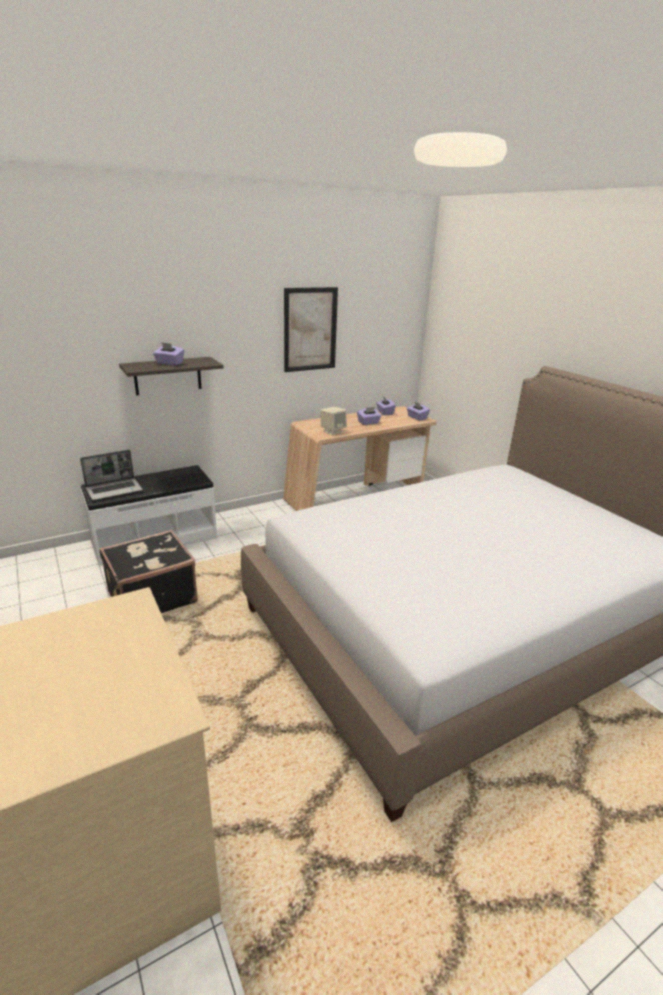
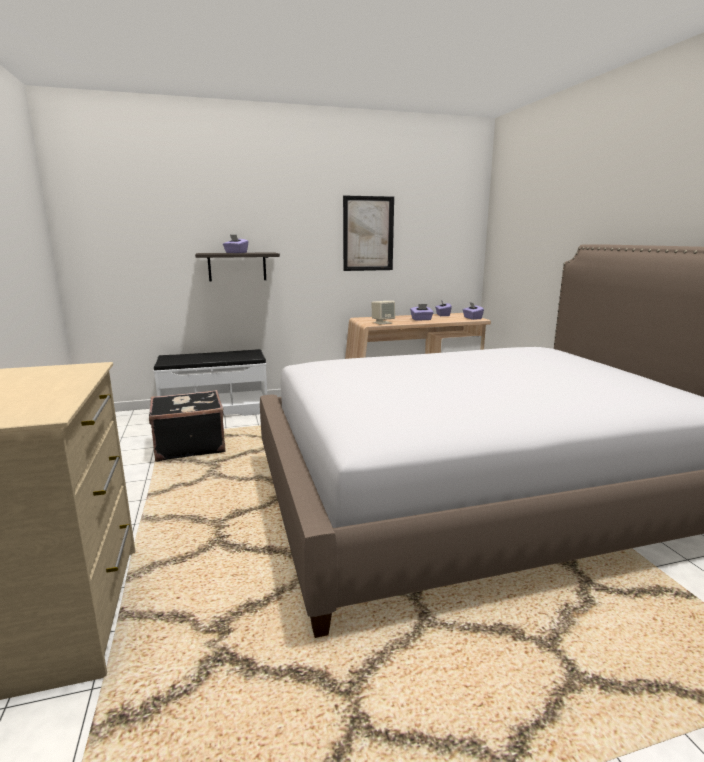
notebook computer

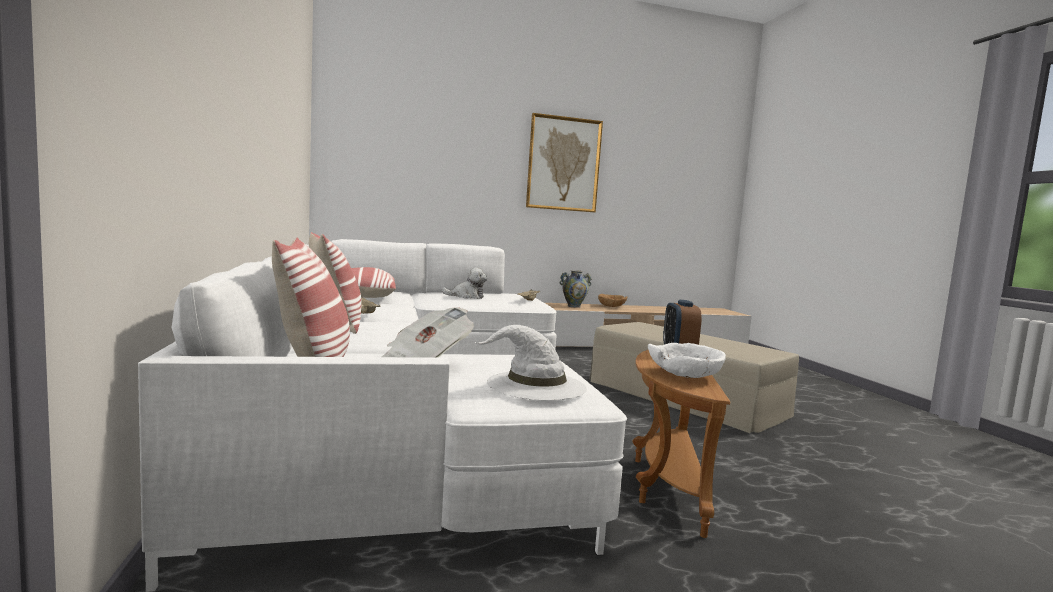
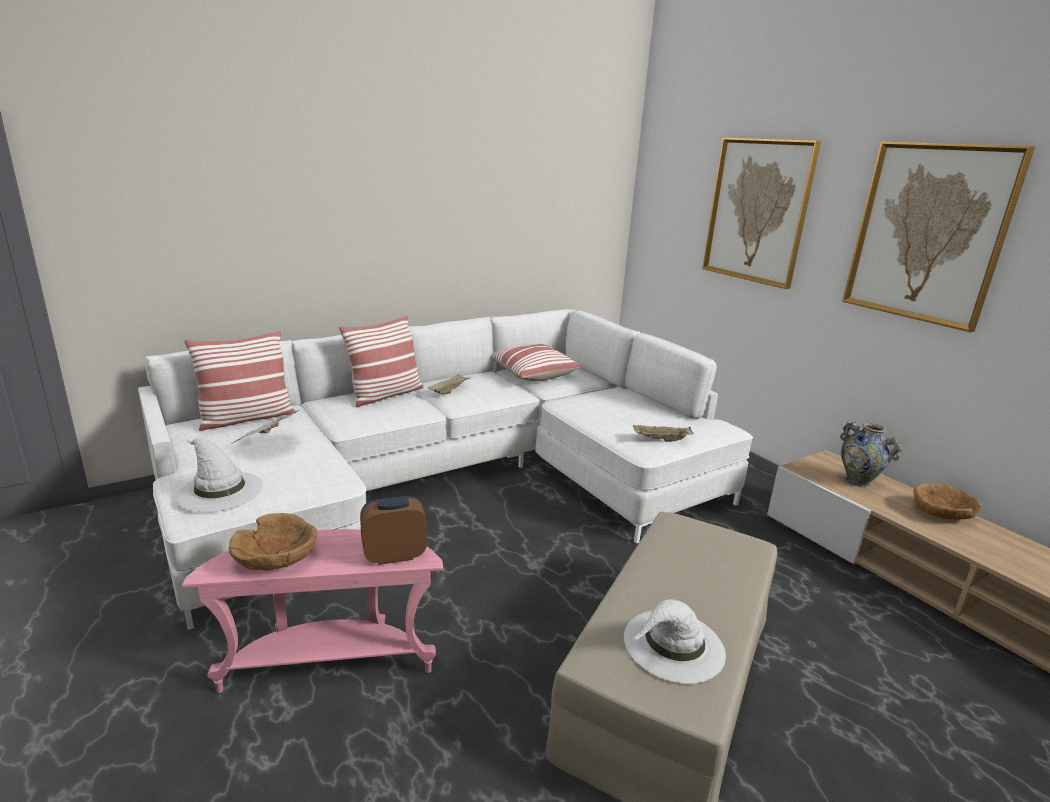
soft toy
whitish clothing hat (no. 2 from left)
wall picture (no. 1 from left)
pinkish end table
brownish serving bowl (no. 1 from left)

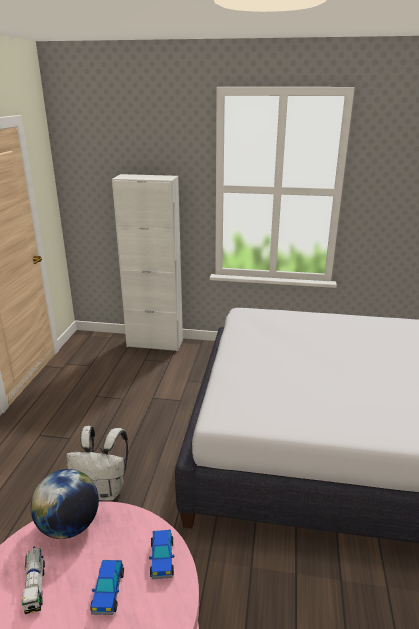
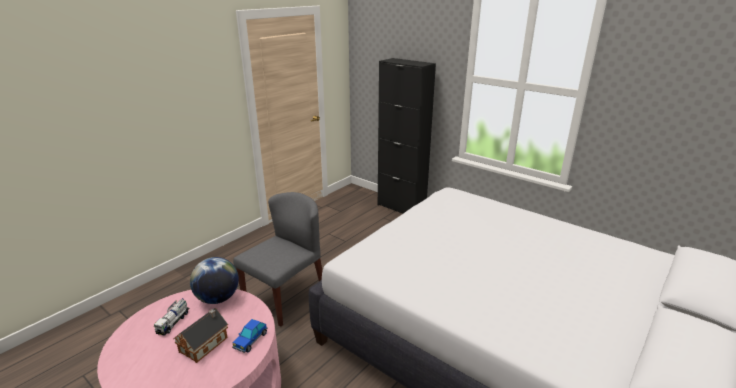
gray chair
model house
black storage cabinet

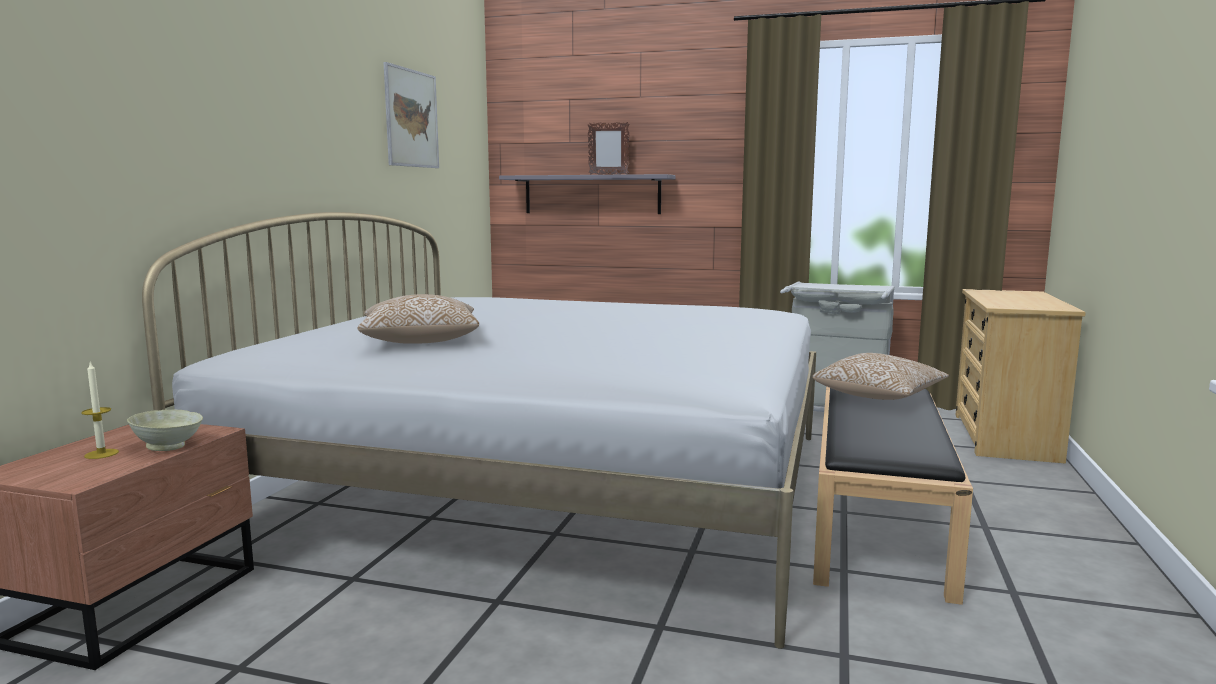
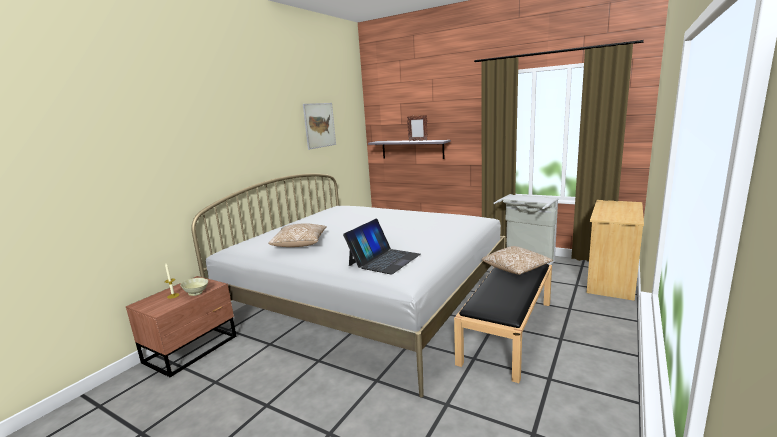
notebook computer

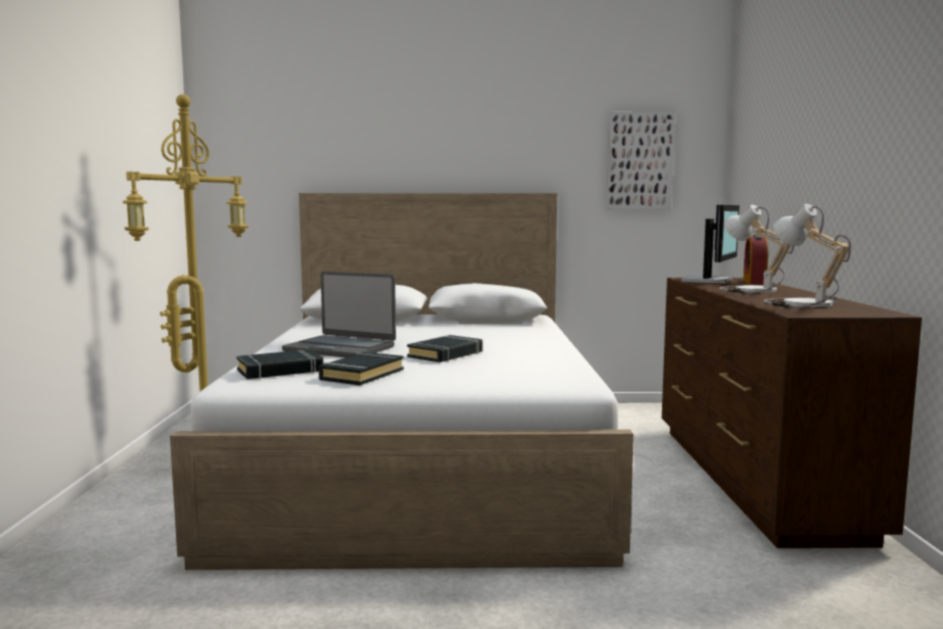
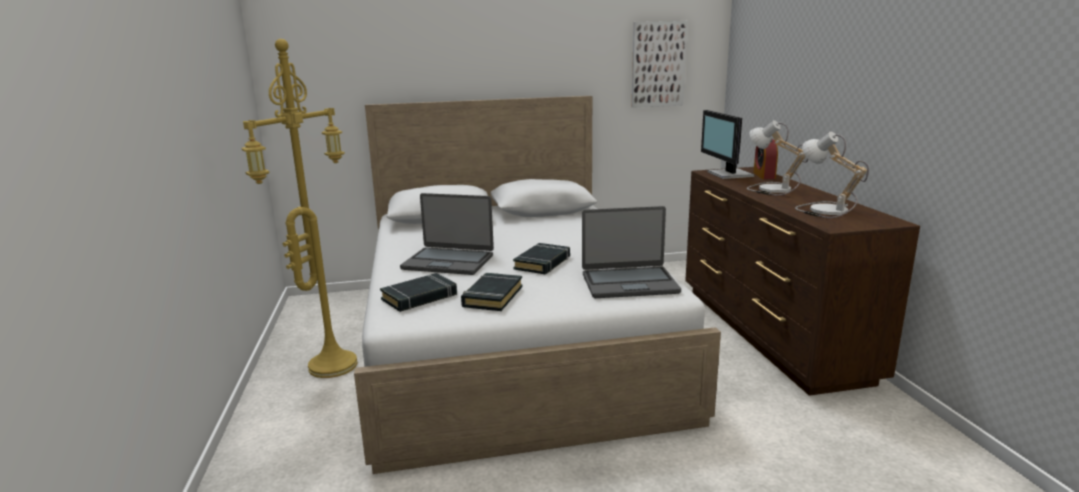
notebook computer (no. 2 from left)
computer display

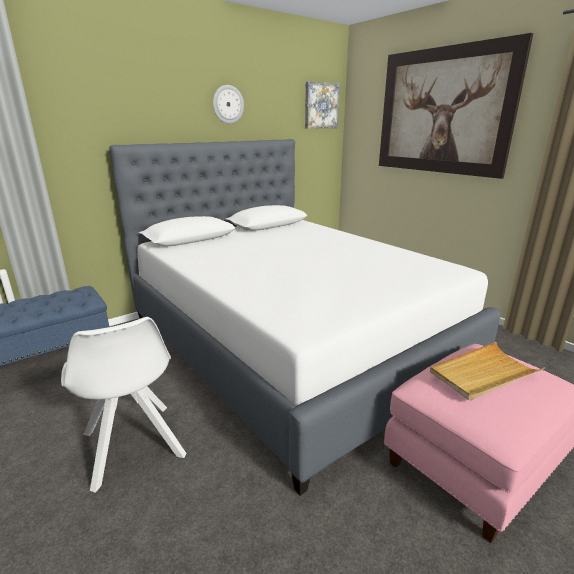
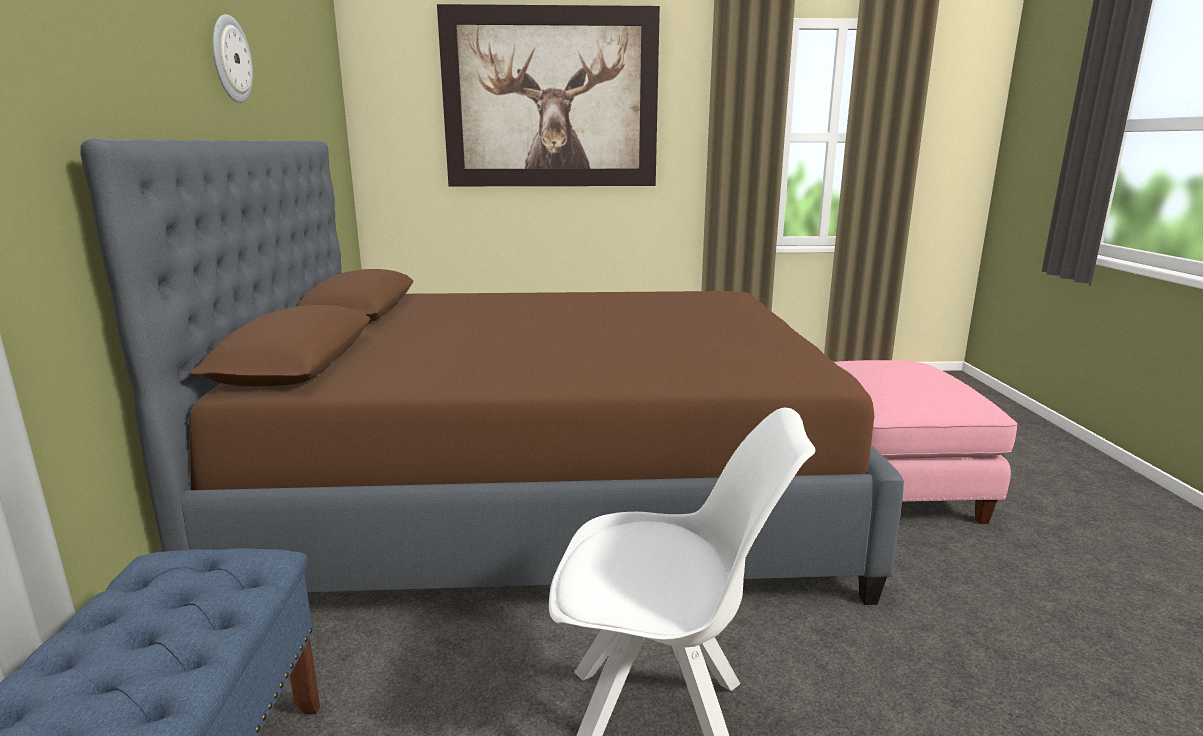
wall picture (no. 1 from left in the first image)
beige tray
brownish sleeping bed

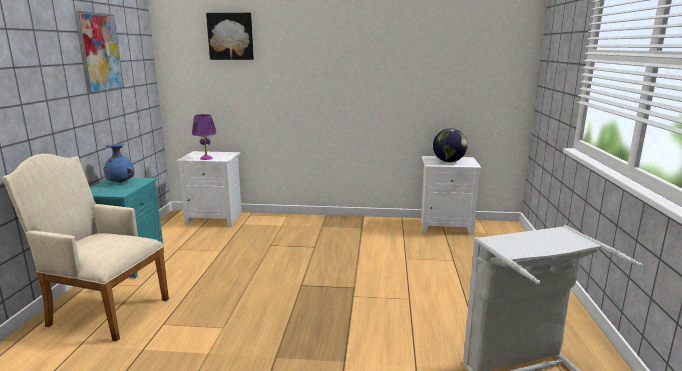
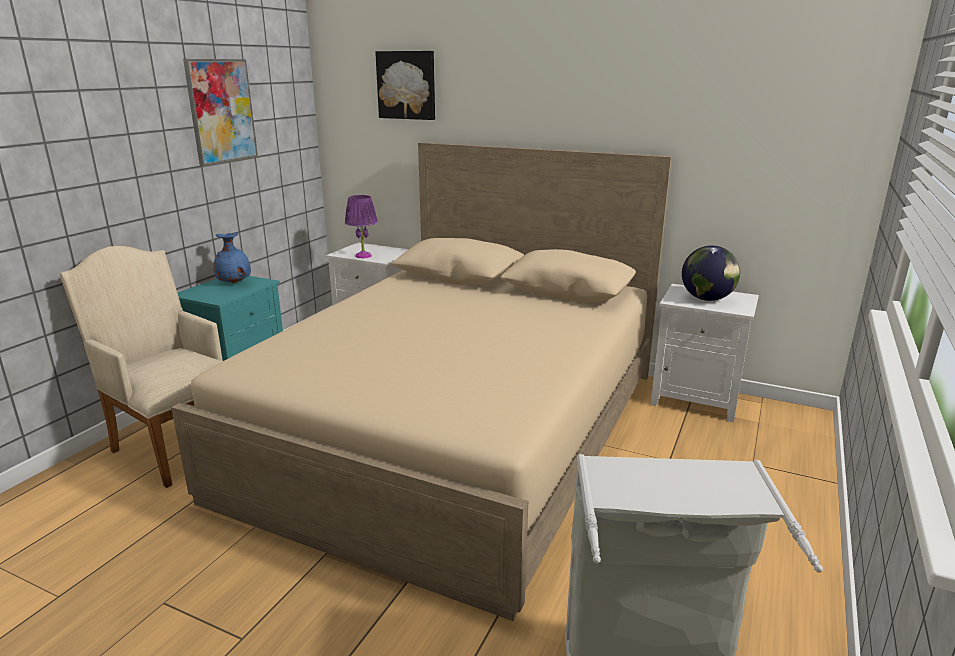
beige sleeping bed

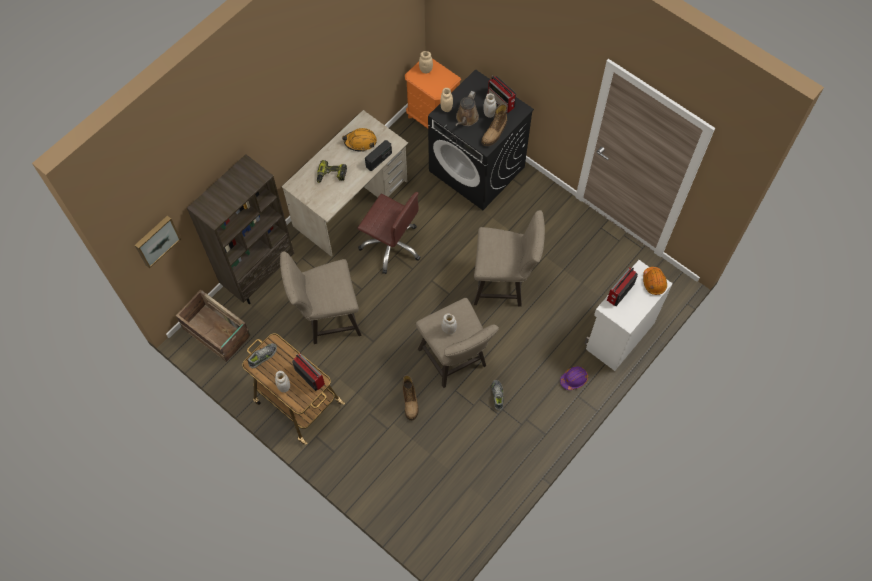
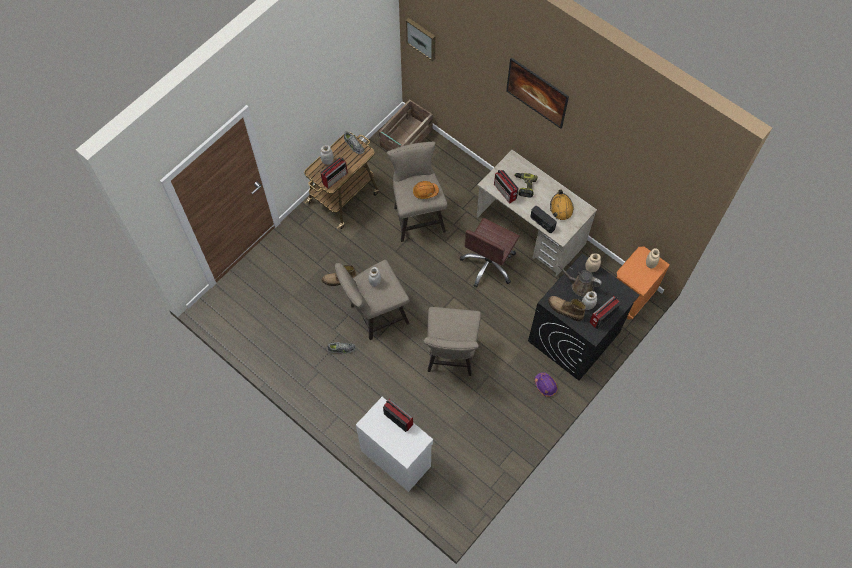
brownish bookshelf
radio (no. 3 from left)
wall picture (no. 2 from left)
purple-coloured safety helmet
orange safety helmet (no. 1 from left)

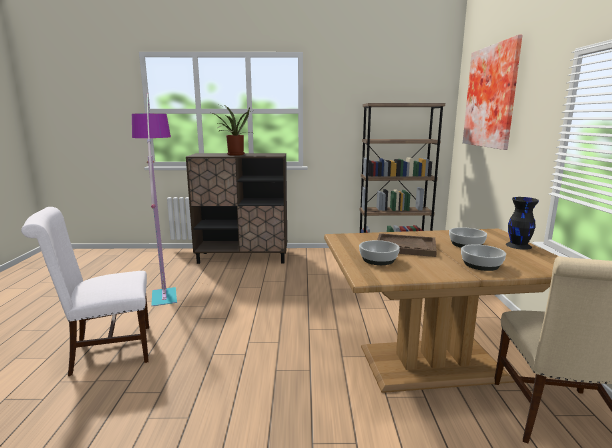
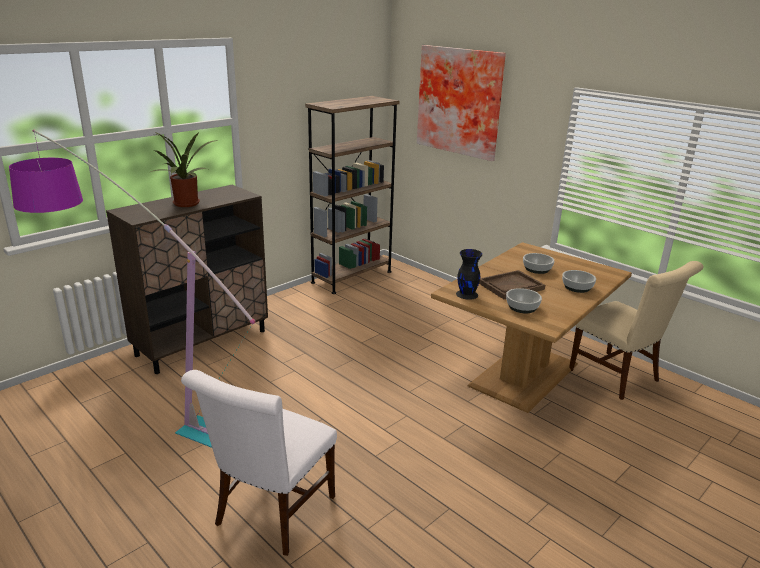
black vase

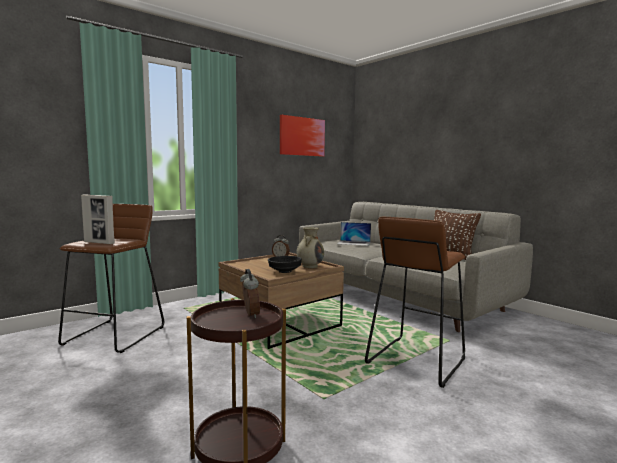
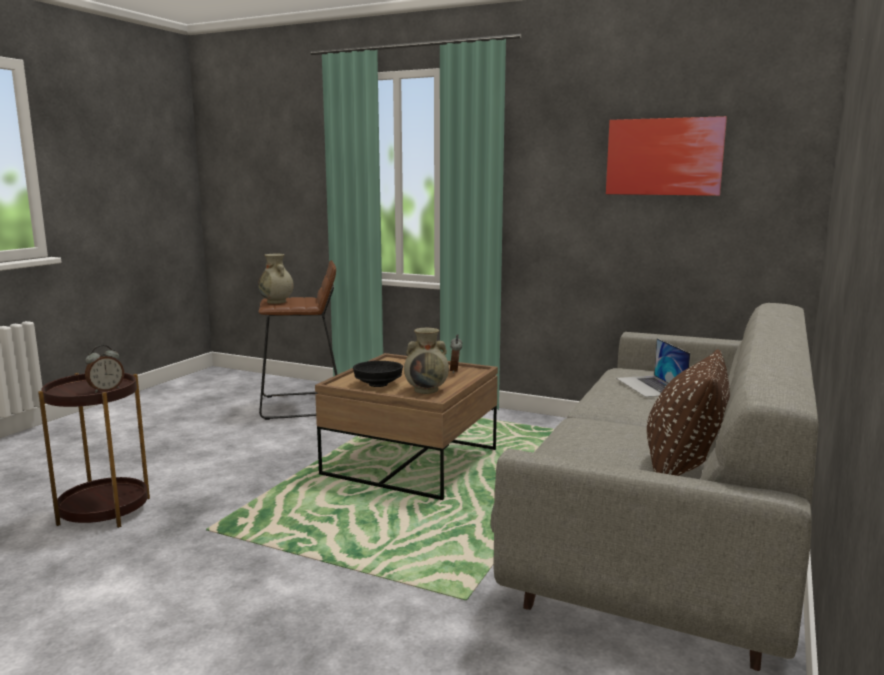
brownish stool (no. 2 from left in the first image)
beige vase (no. 1 from left)

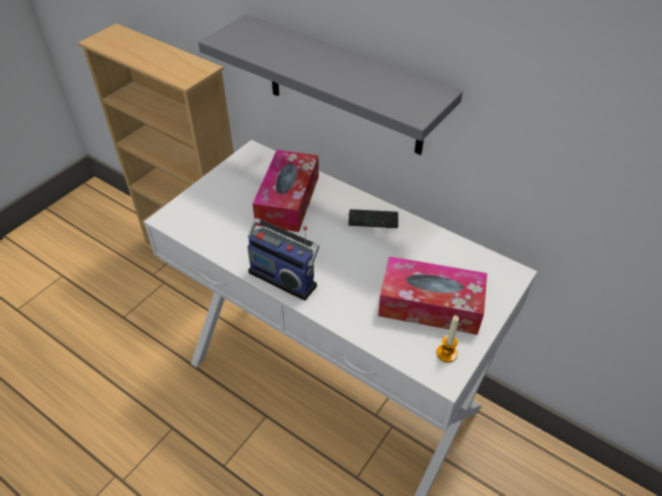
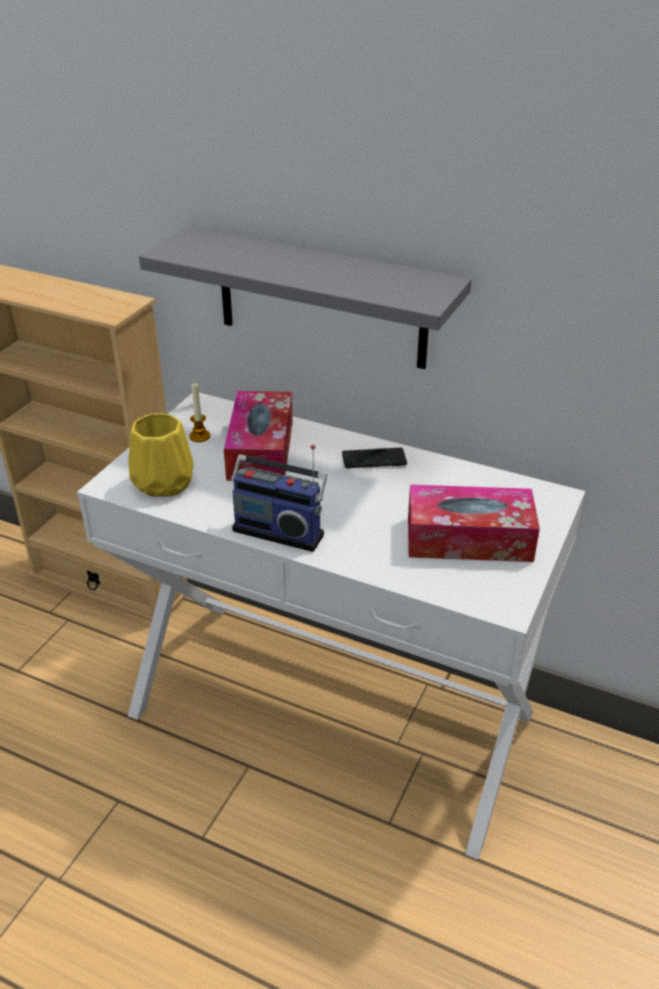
yellow-coloured vase
candle

